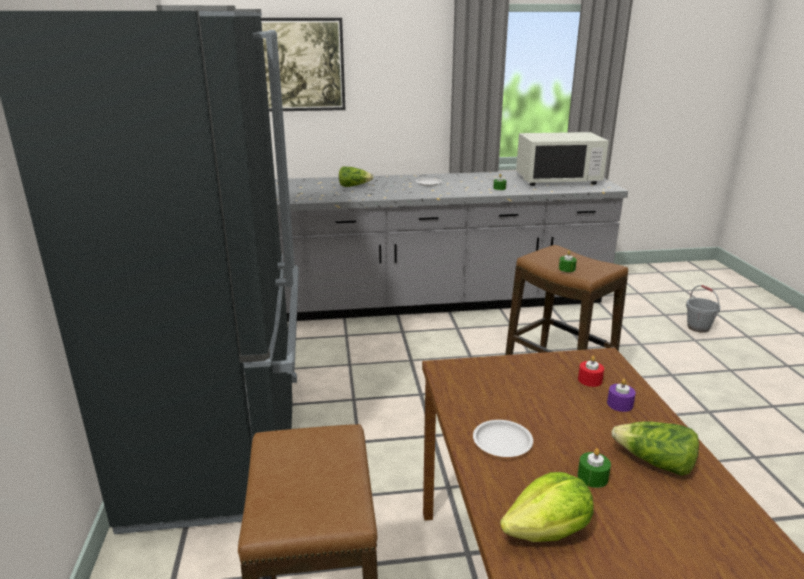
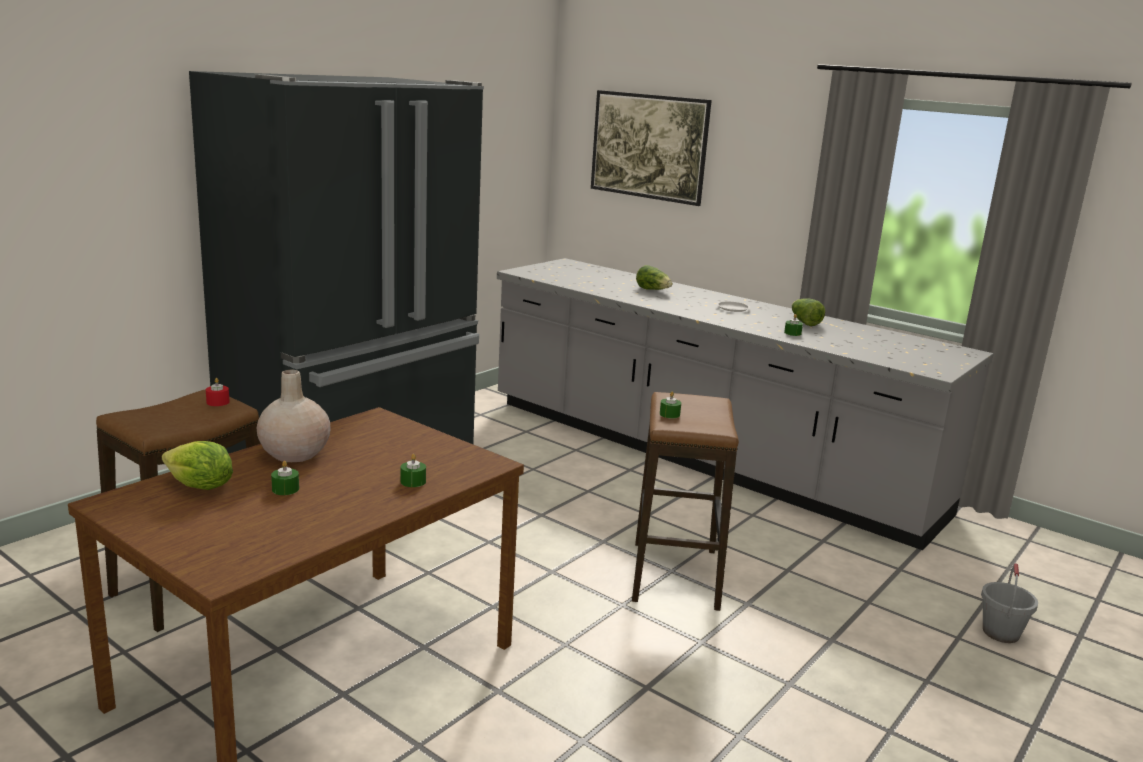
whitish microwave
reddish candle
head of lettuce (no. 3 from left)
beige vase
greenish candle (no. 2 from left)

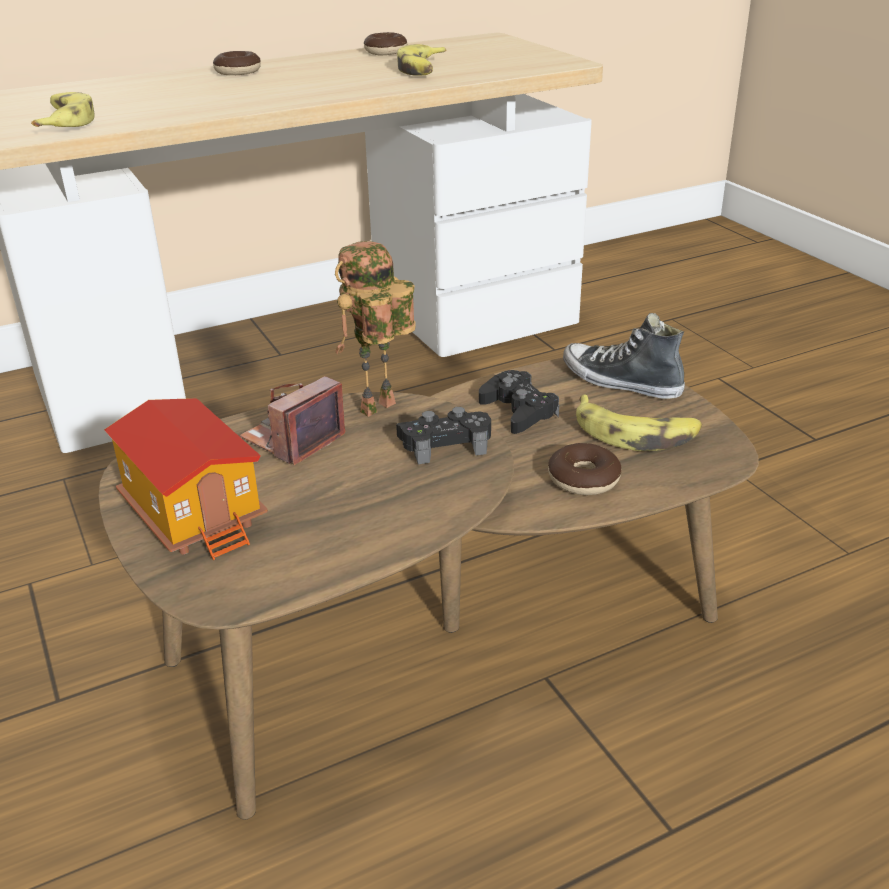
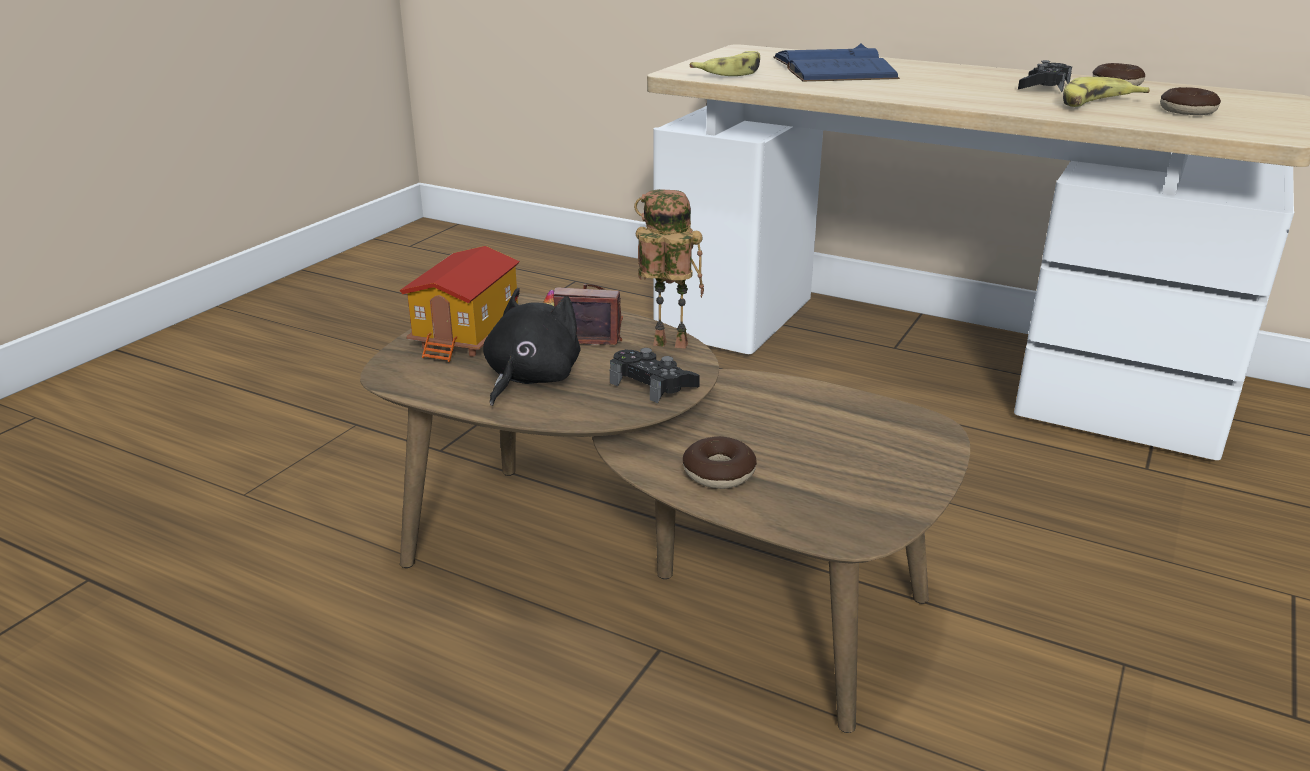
item of footwear
whole banana (no. 3 from left in the first image)
black soft toy
bluish volume
ring doughnut (no. 3 from left)
black joypad (no. 2 from left)

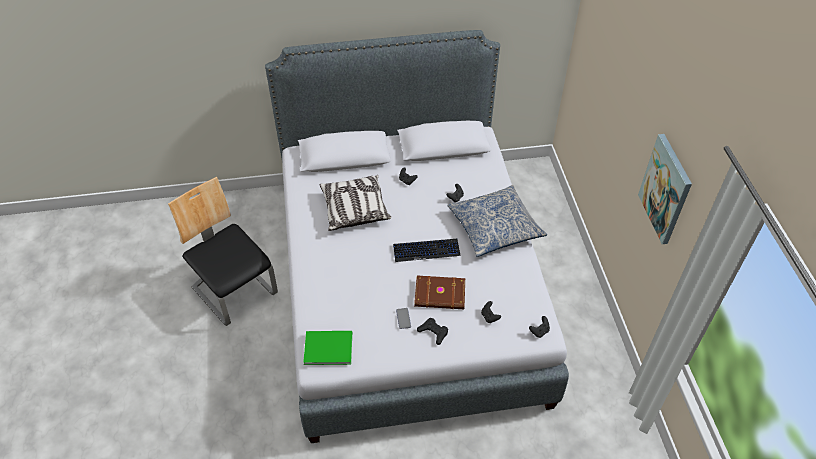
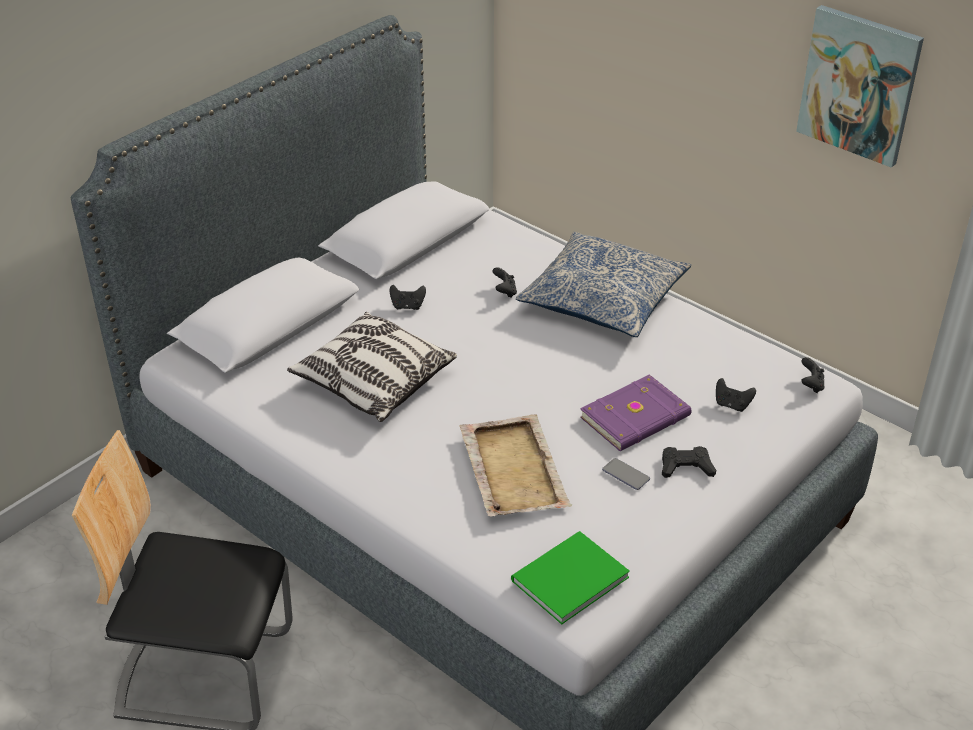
PC keyboard
beige tray
purple-coloured volume

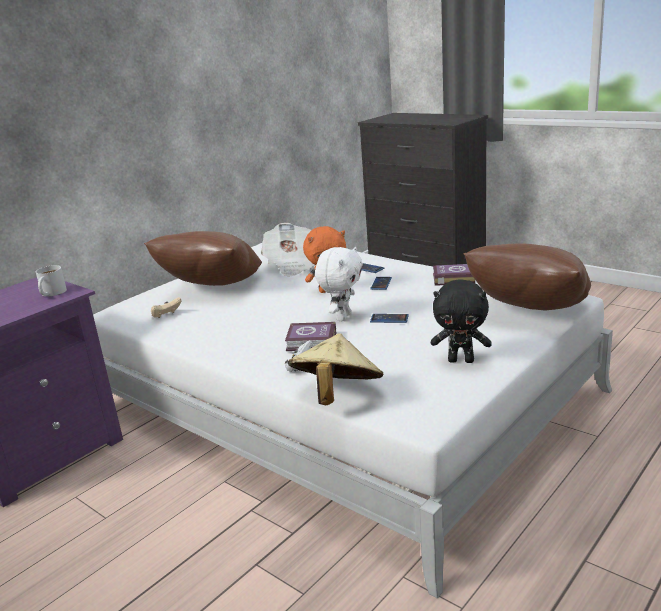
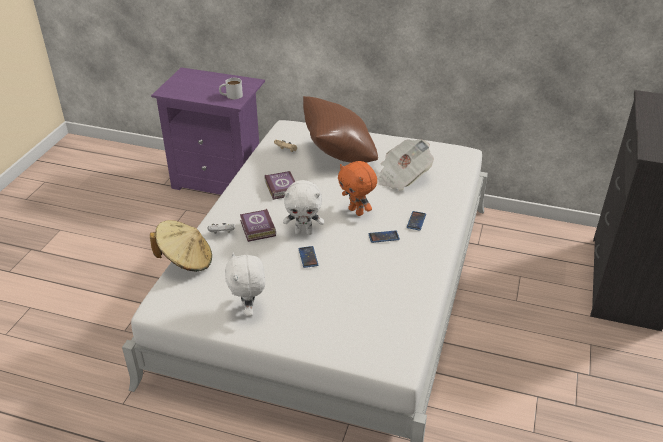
brownish cushion (no. 2 from left in the first image)
volume (no. 2 from left)
whitish soft toy (no. 1 from left)

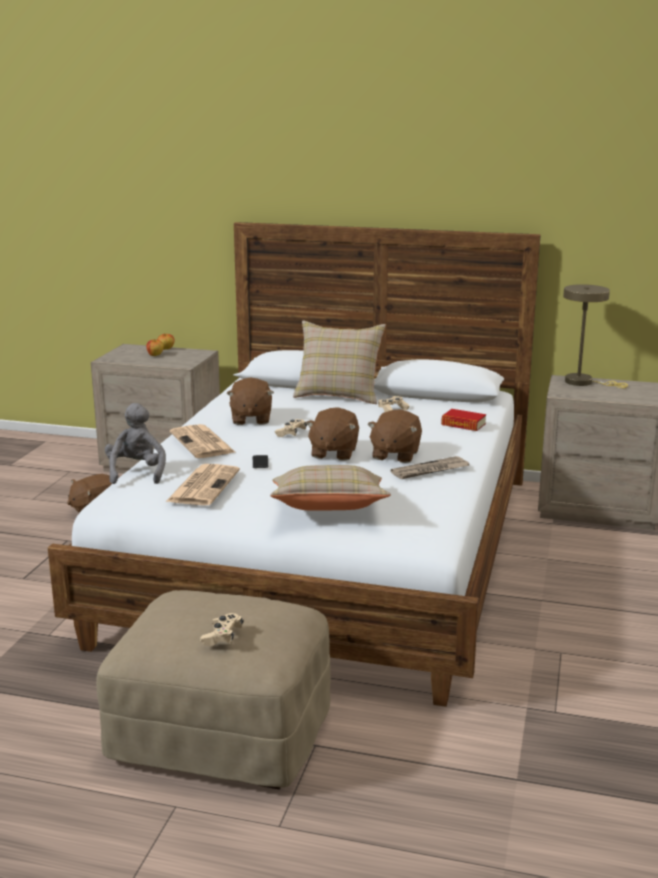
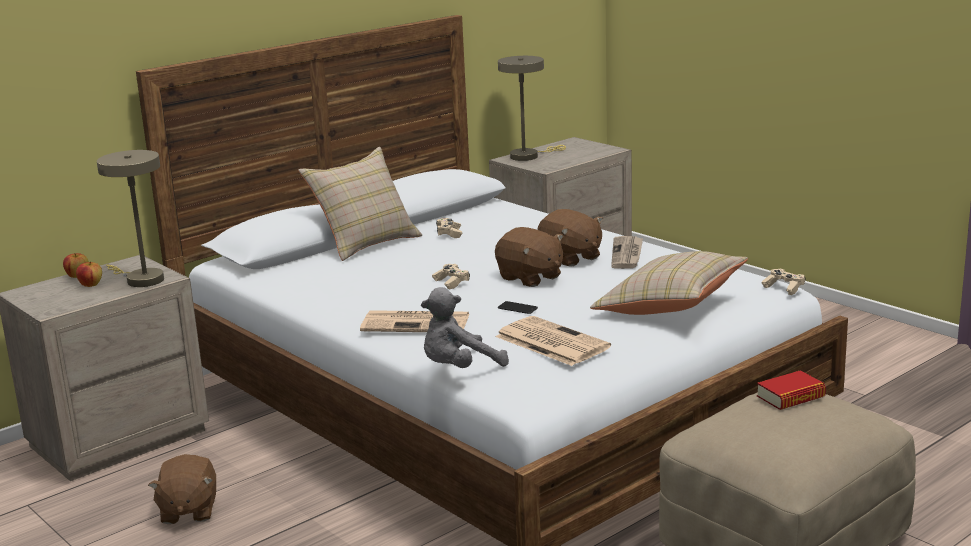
brownish soft toy (no. 2 from left in the first image)
beige tabletop lamp (no. 1 from left)
beige joypad (no. 3 from left)
volume
gray soft toy

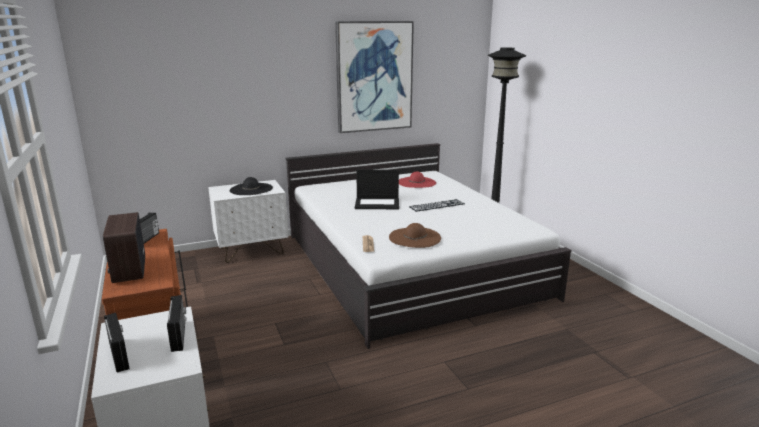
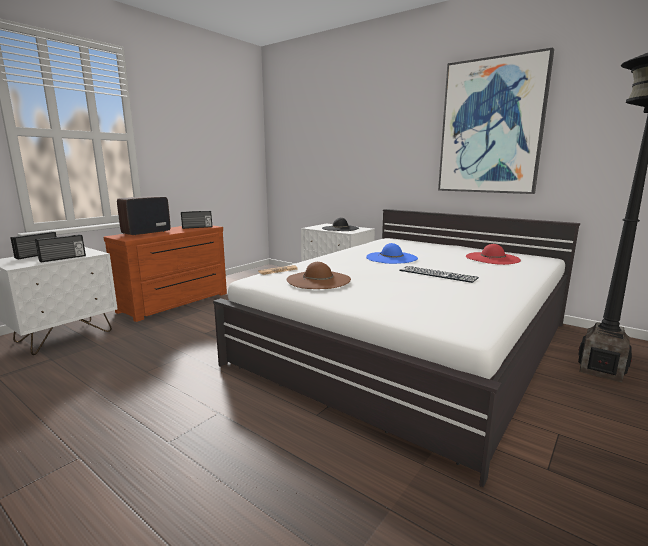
bluish clothing hat

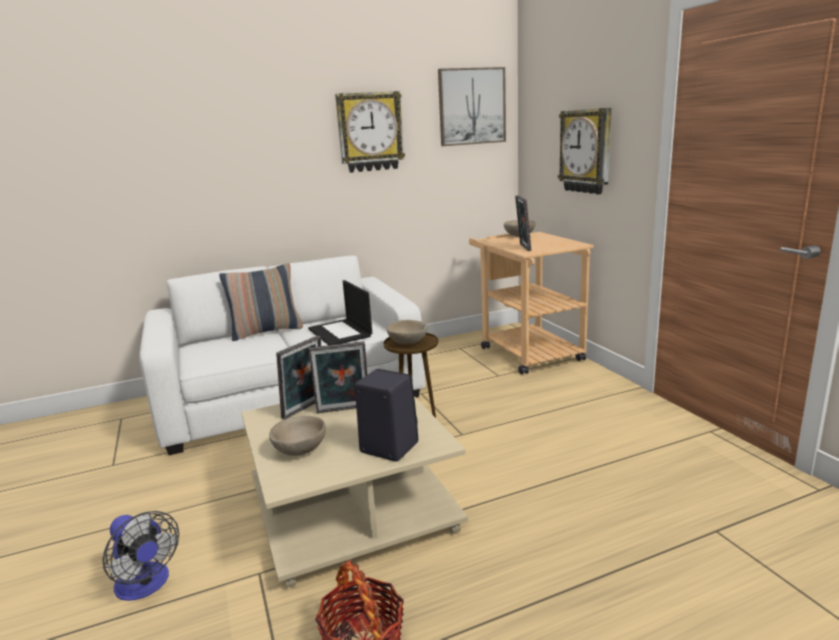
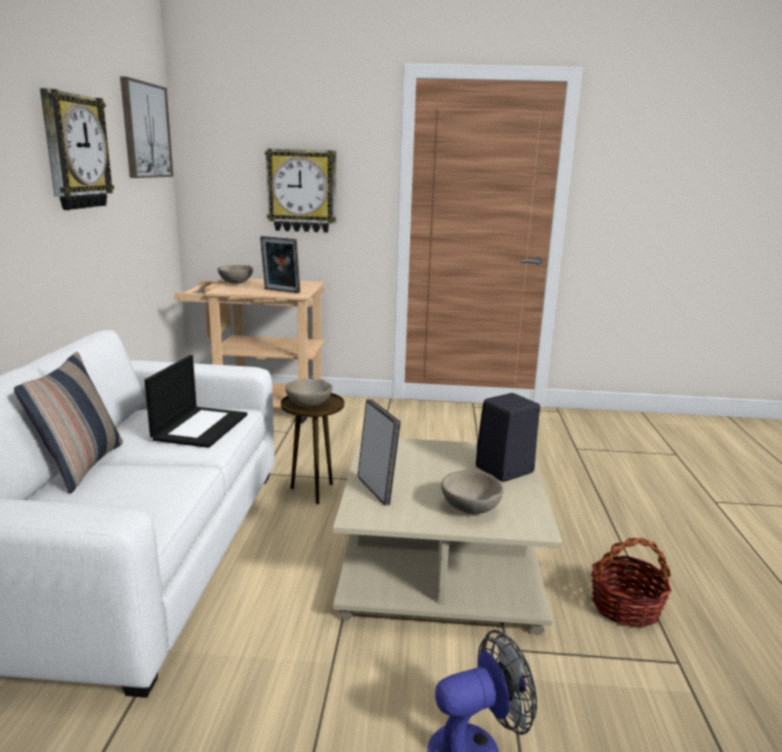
photo frame (no. 2 from left in the first image)
notebook computer

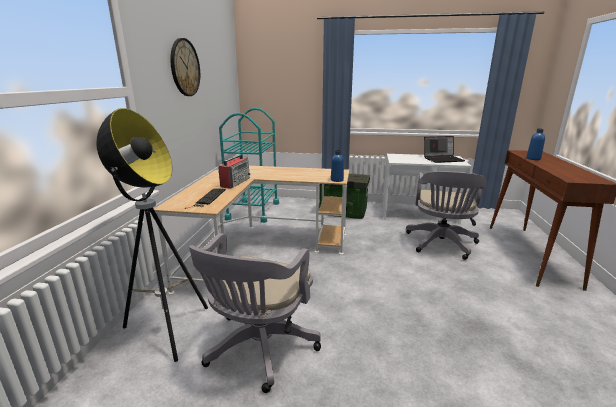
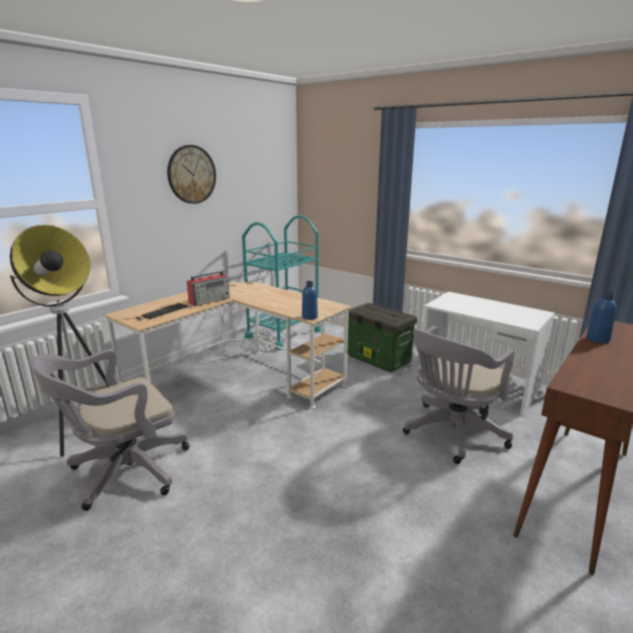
notebook computer

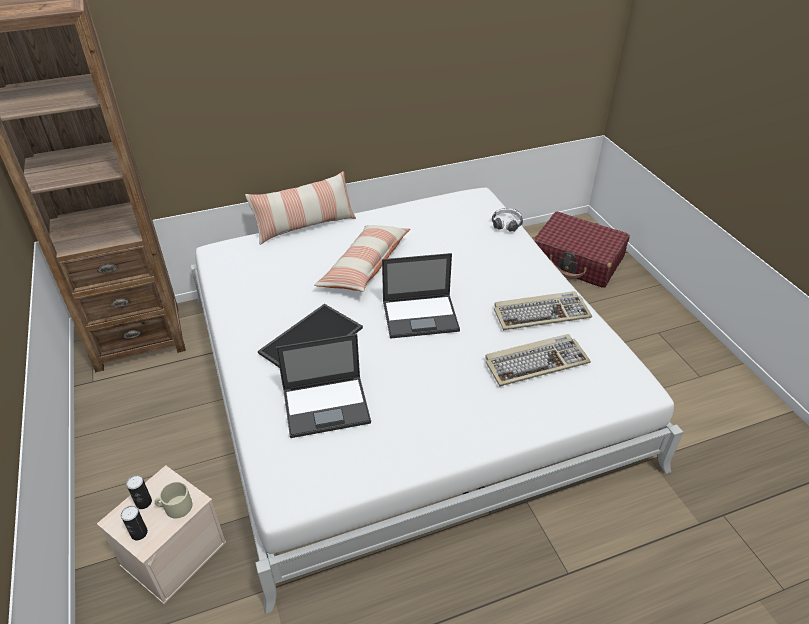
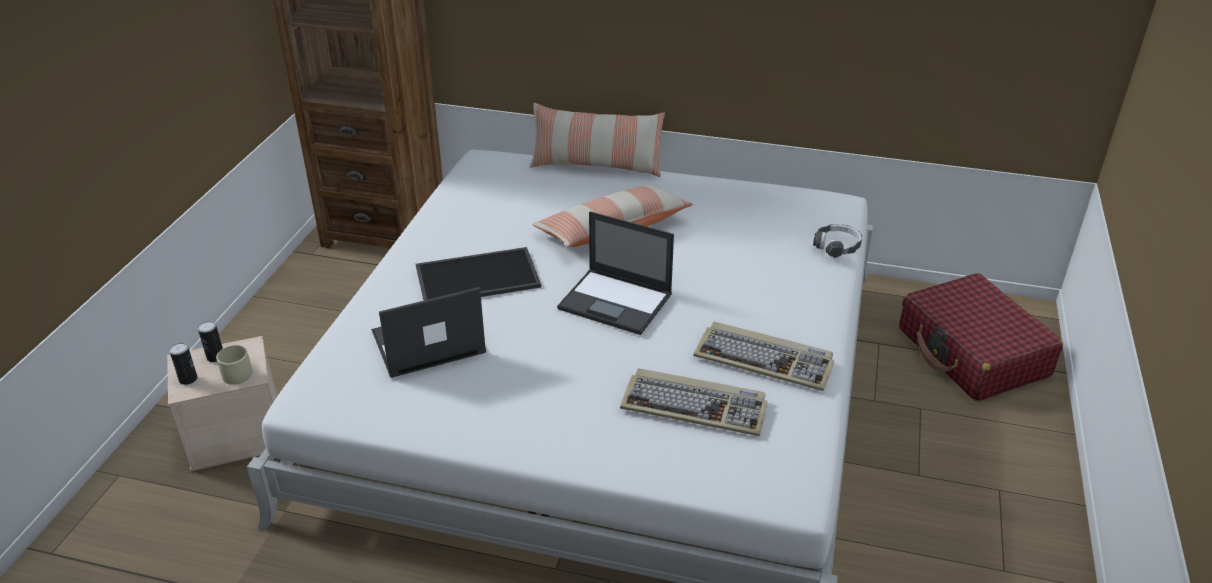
notebook computer (no. 1 from left)

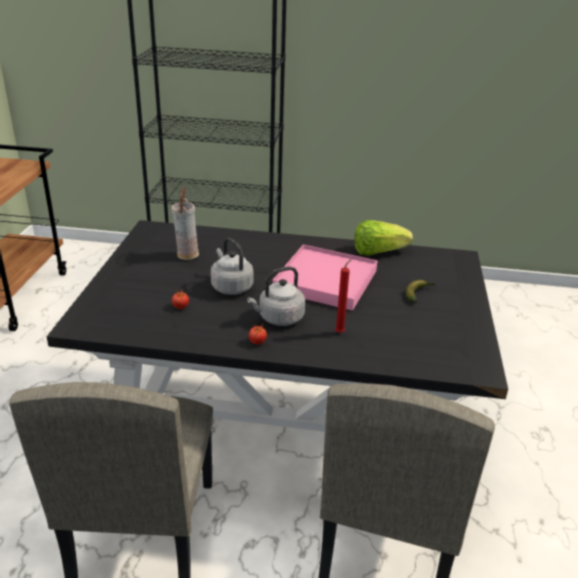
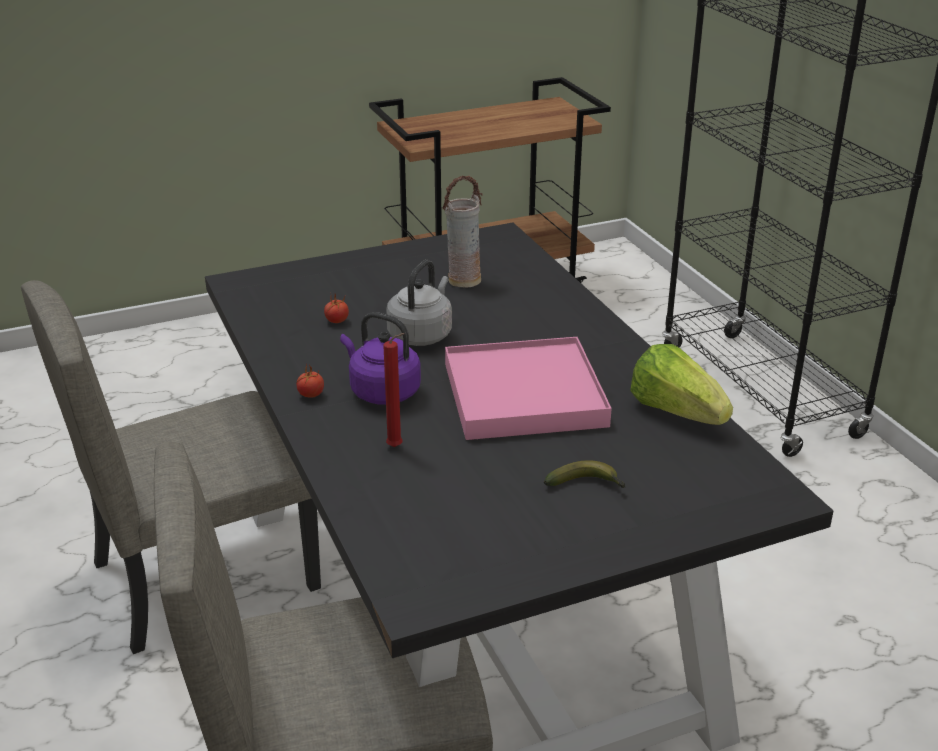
purple-coloured water kettle

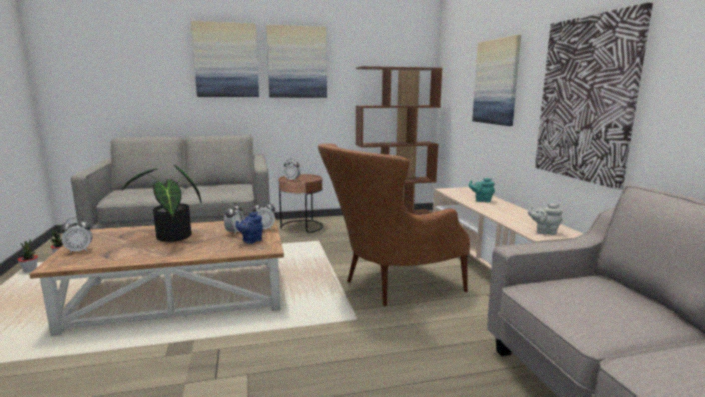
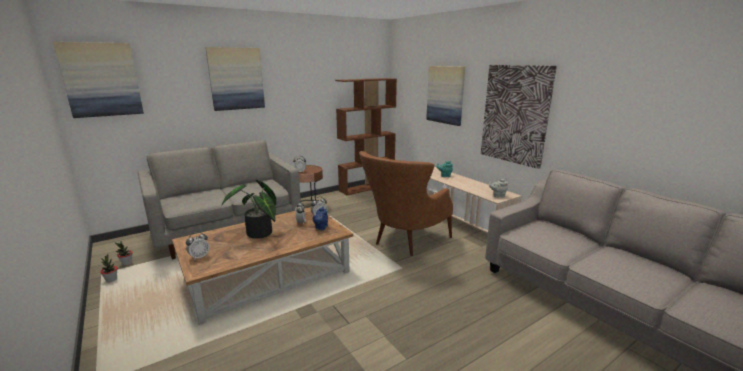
wall picture (no. 1 from left)

